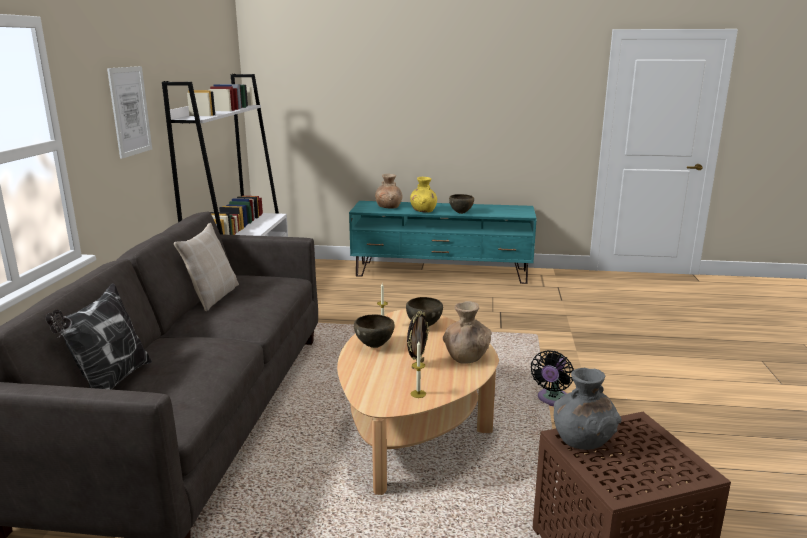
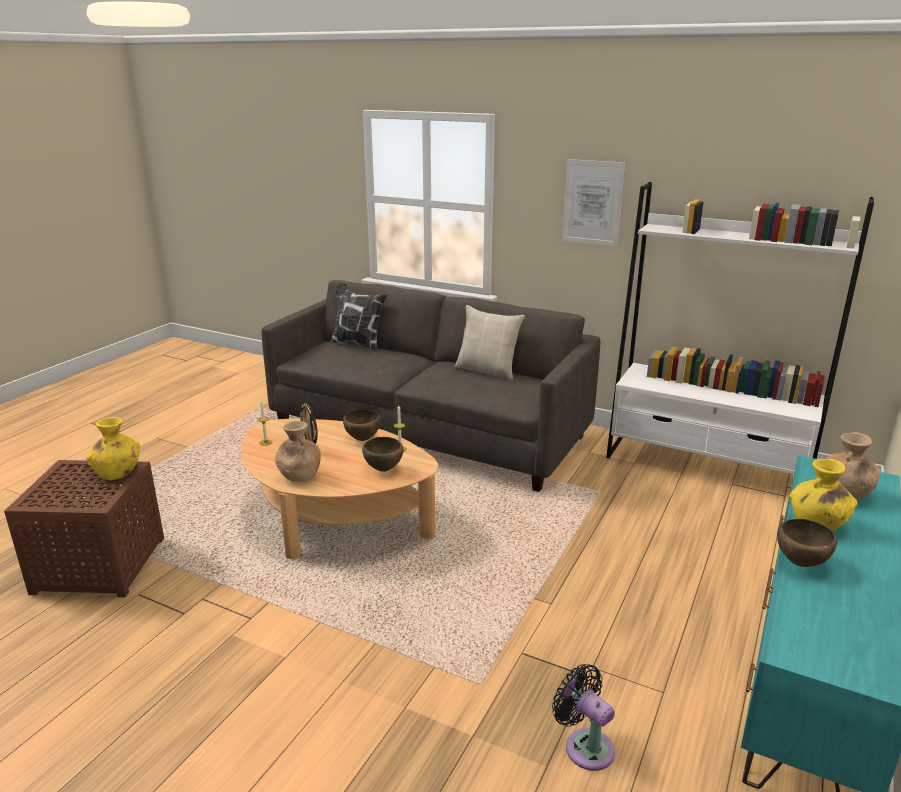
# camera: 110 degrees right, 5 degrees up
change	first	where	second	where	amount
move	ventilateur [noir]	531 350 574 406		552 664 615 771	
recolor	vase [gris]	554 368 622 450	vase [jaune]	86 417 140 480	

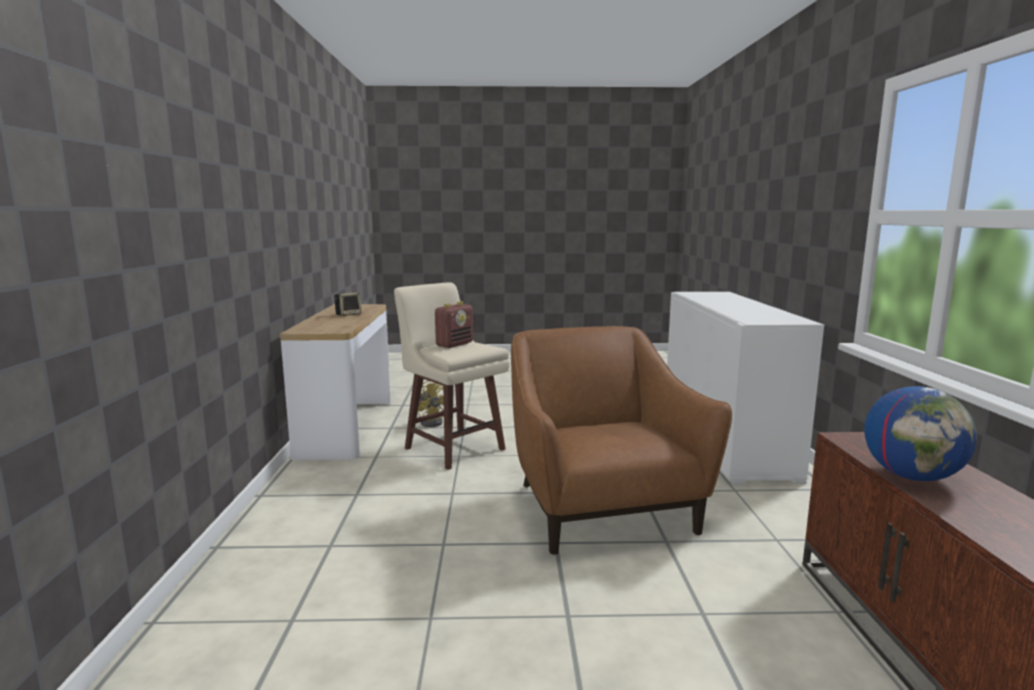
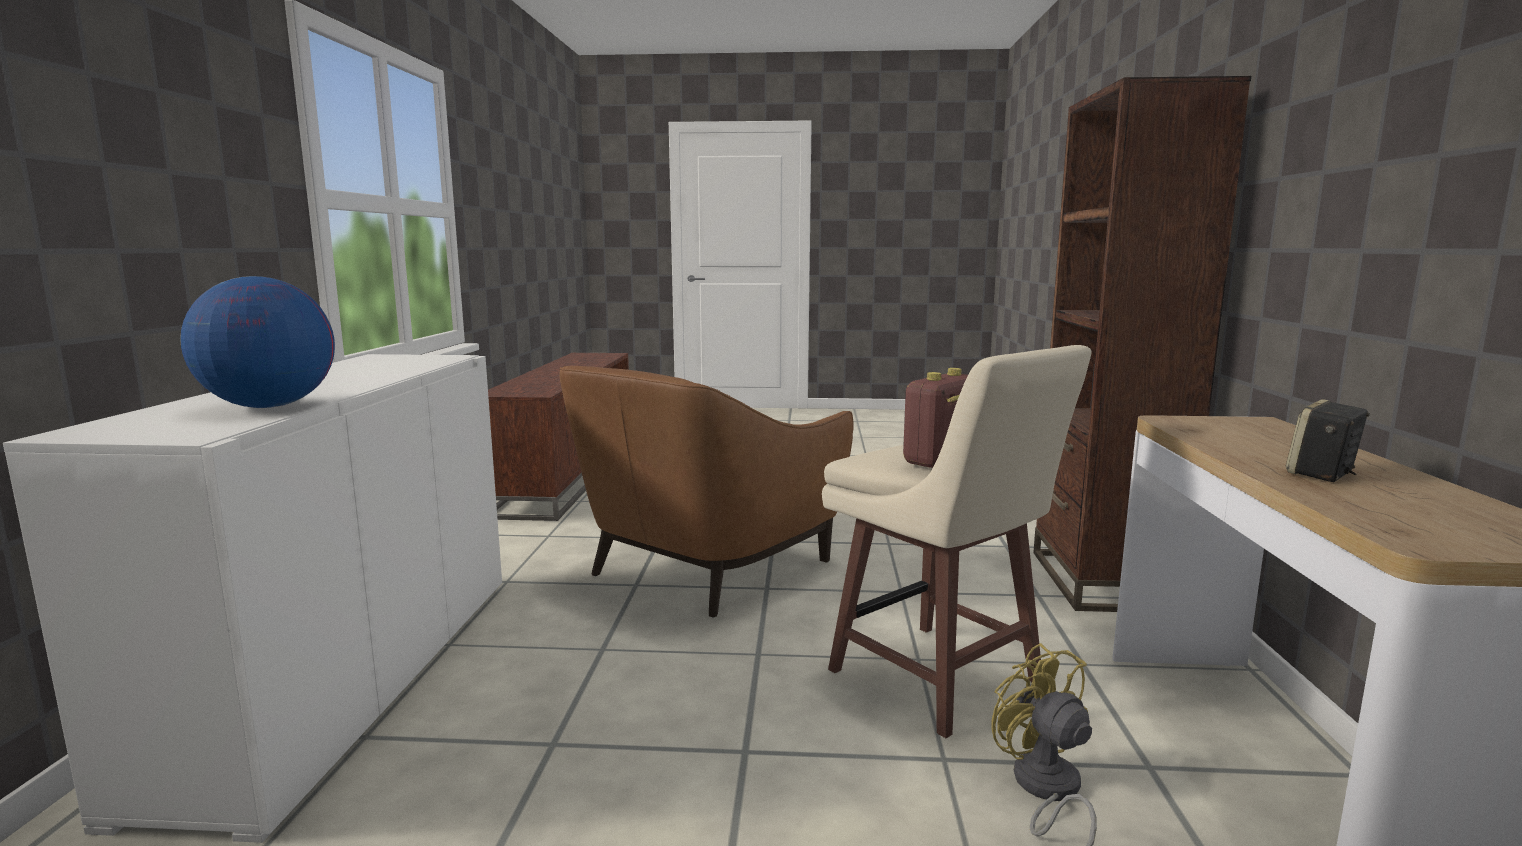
# camera: 175 degrees left, 0 degrees up
change	first	where	second	where	amount
rotate	fauteuil [marron]	511 326 732 555		559 366 854 617	45 degrees clockwise
move	globe	864 386 977 481		180 276 335 408	
insert			bibliothèque [marron]	1033 76 1251 612	

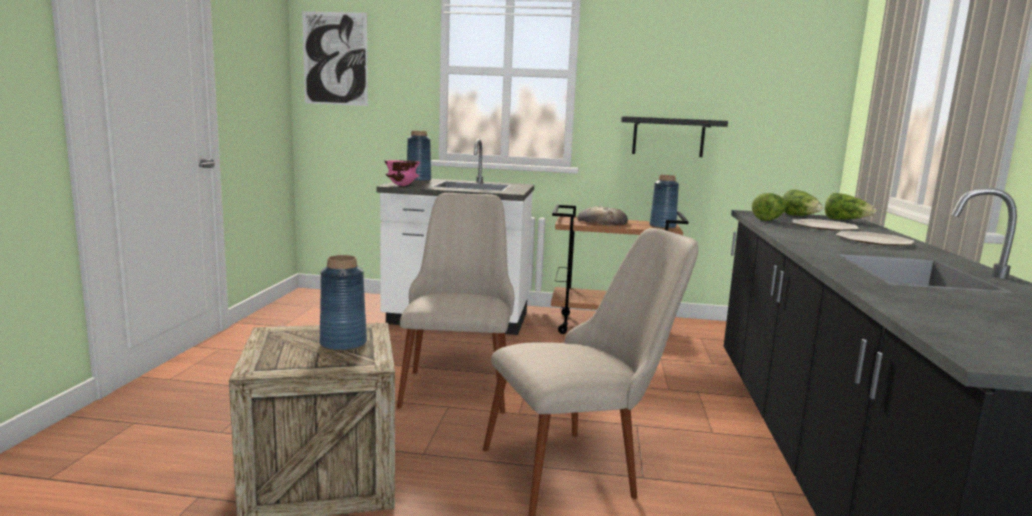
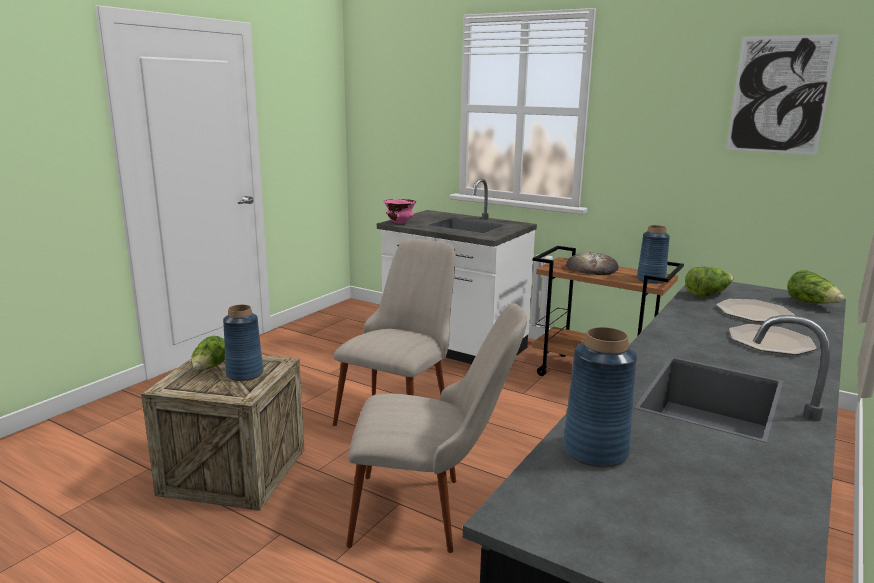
# camera: 25 degrees right, 5 degrees up
change	first	where	second	where	amount
move	tableau	302 11 368 106		726 34 839 155	
move	vase [bleu]	407 131 431 182		563 327 637 468	
delete	étagère [noir]	621 116 728 157			
move	laitue	782 189 823 216		191 336 225 370	

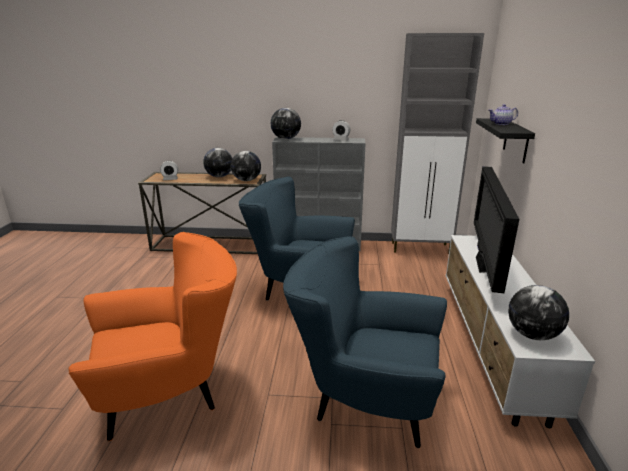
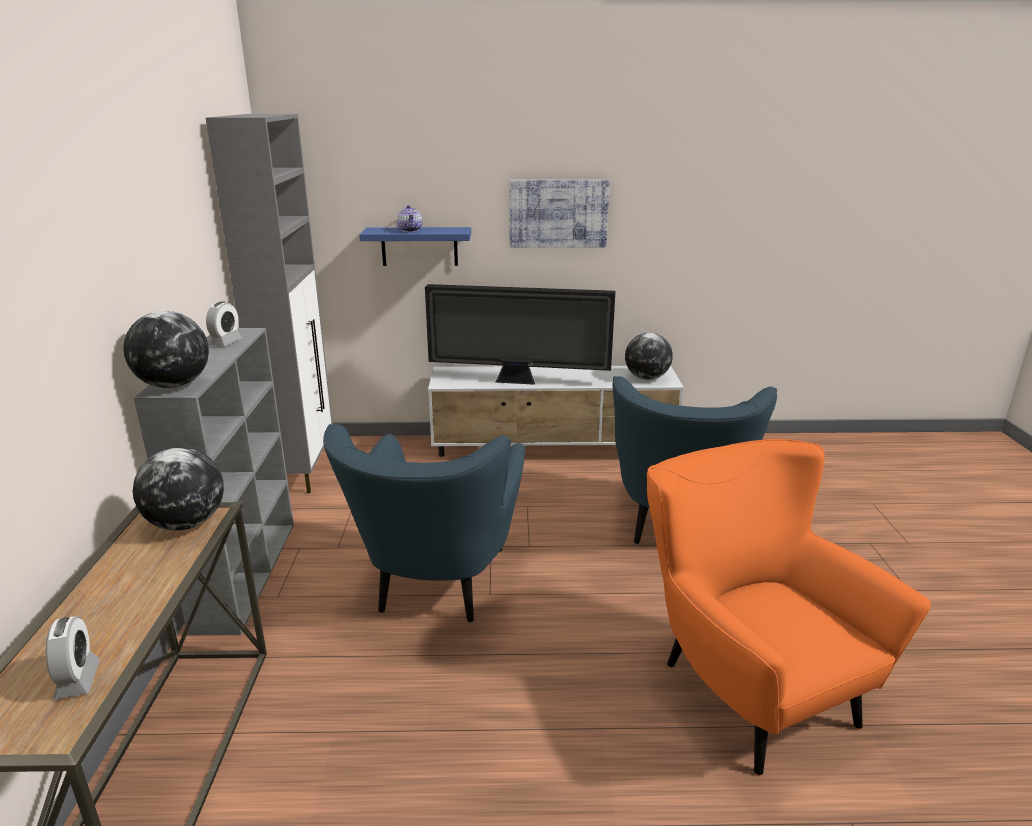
# camera: 95 degrees left, 0 degrees up
change	first	where	second	where	amount
delete	globe	203 148 233 177			
recolor	étagère [noir]	476 118 535 163	étagère [bleu]	359 227 471 266	
insert			tableau	509 180 610 248	

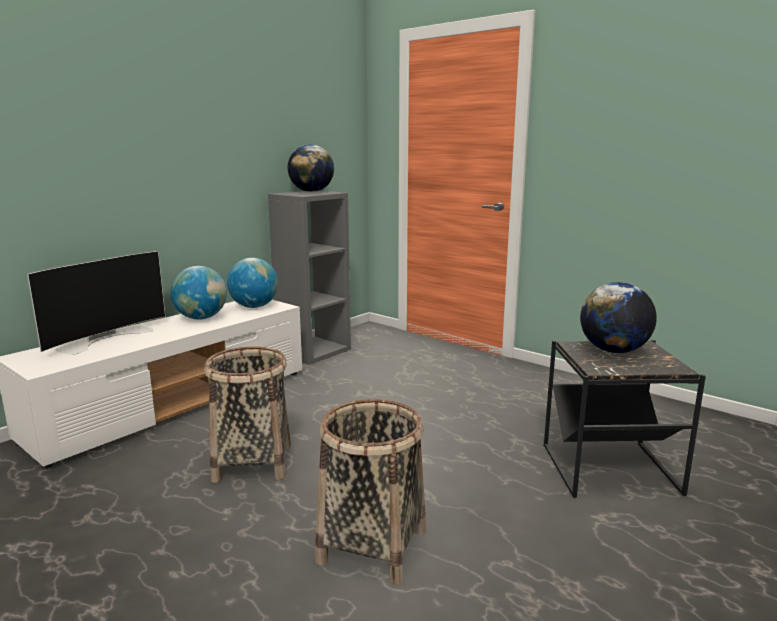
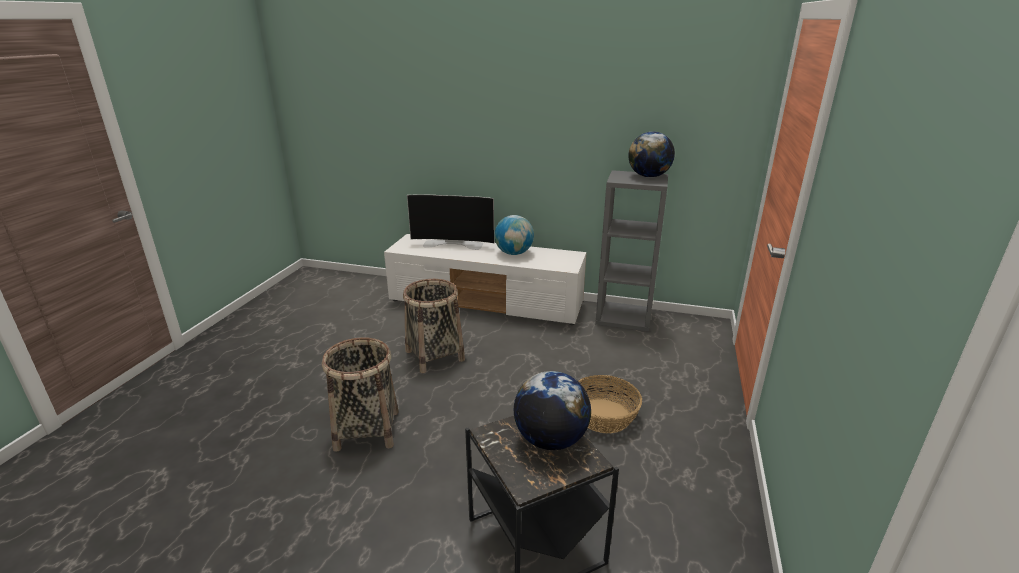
# camera: 65 degrees right, 10 degrees up
change	first	where	second	where	amount
delete	globe	227 258 278 308			
insert			panier	578 375 642 433	

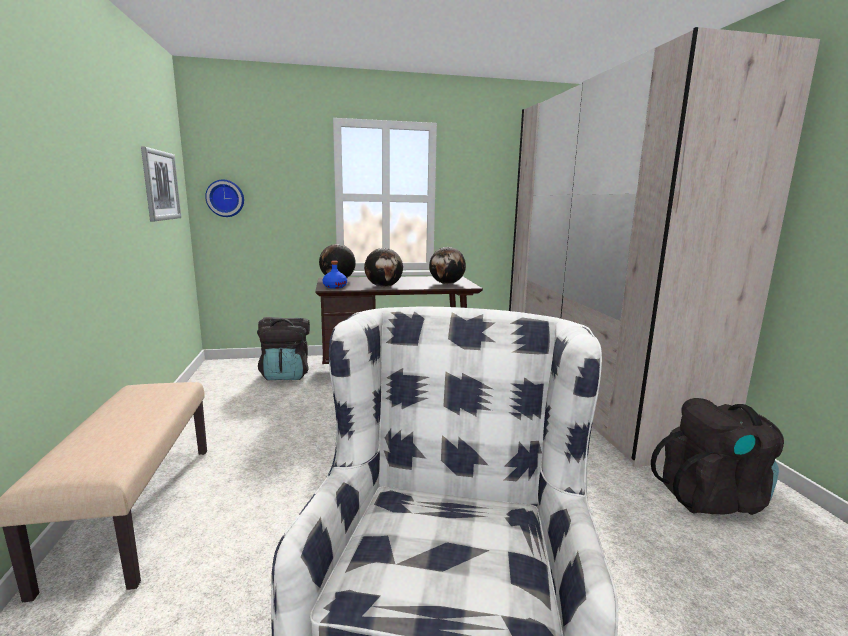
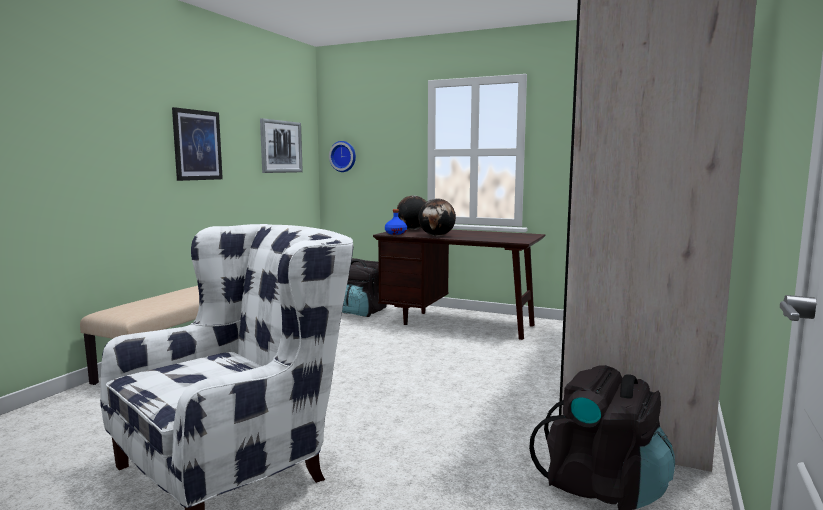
# camera: 35 degrees right, 5 degrees down
change	first	where	second	where	amount
delete	globe	429 247 466 284			
insert			tableau	172 107 223 181	

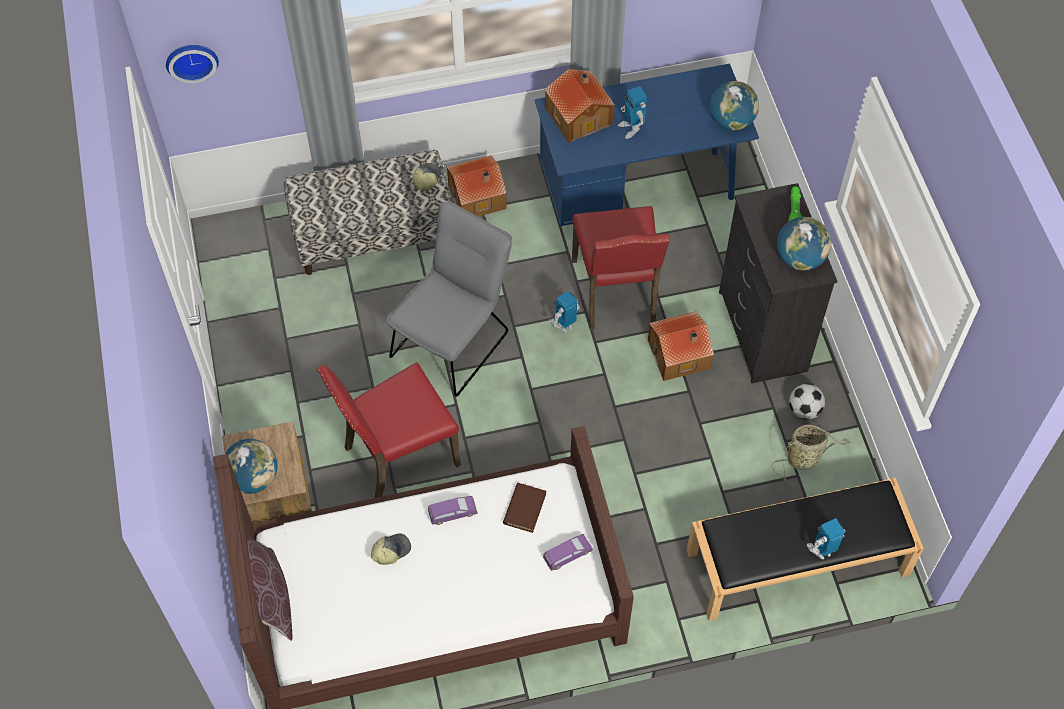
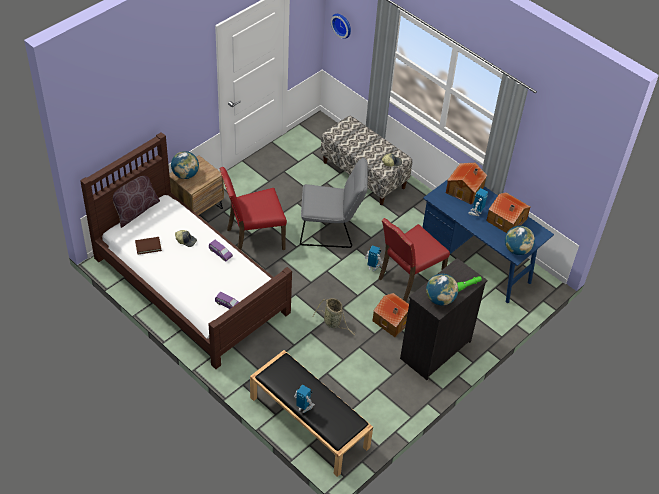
# camera: 55 degrees right, 10 degrees down
change	first	where	second	where	amount
rotate	chaise [rouge]	317 362 461 498		219 167 287 250	45 degrees counterclockwise
move	maison miniature	447 155 507 216		486 192 531 233	
move	livre [marron]	503 483 546 533		135 237 162 255	
move	panier	771 424 851 481		313 298 355 335	
delete	ballon de foot	789 384 825 420			

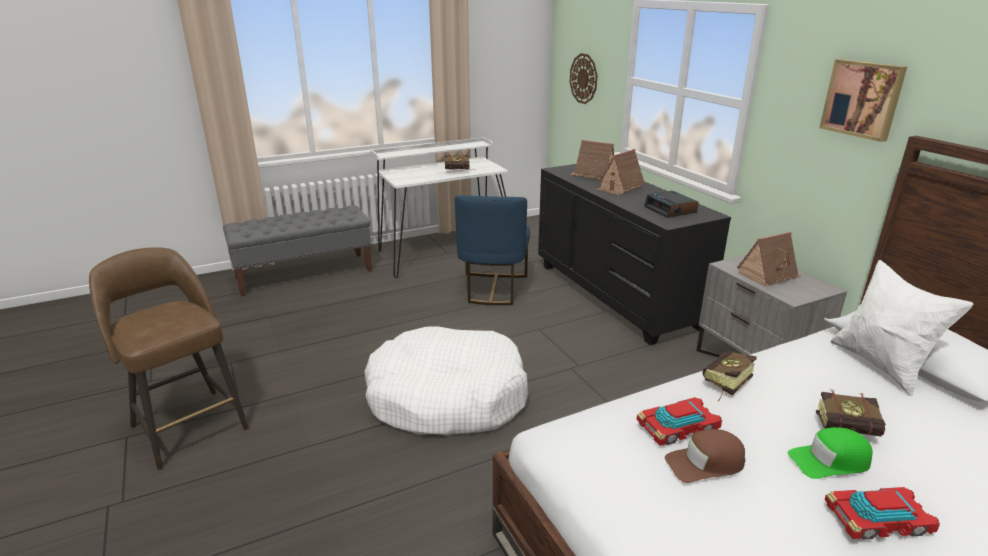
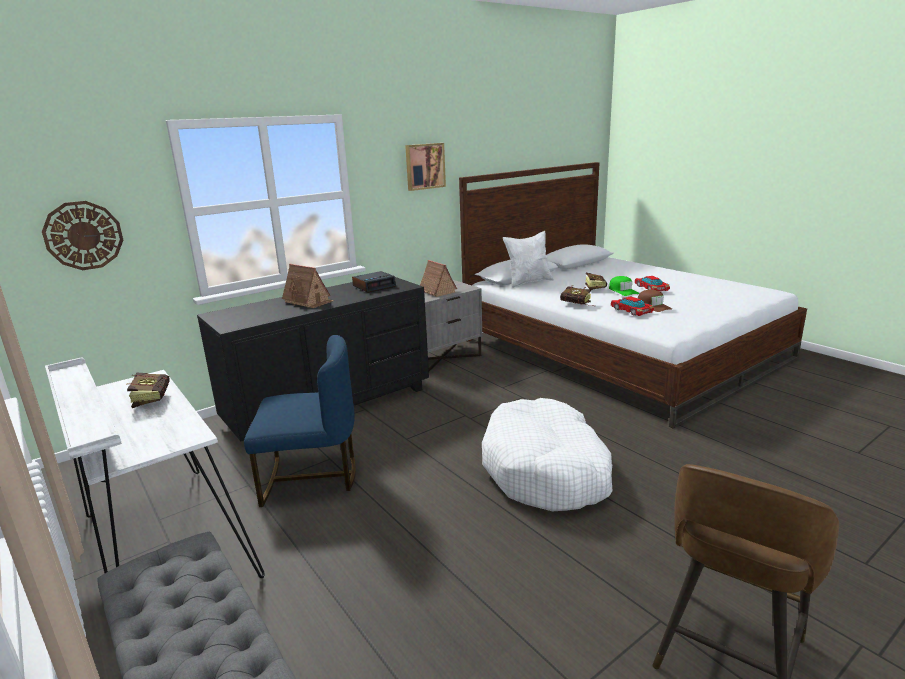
# camera: 100 degrees left, 5 degrees down
change	first	where	second	where	amount
delete	maison miniature	569 140 614 180			

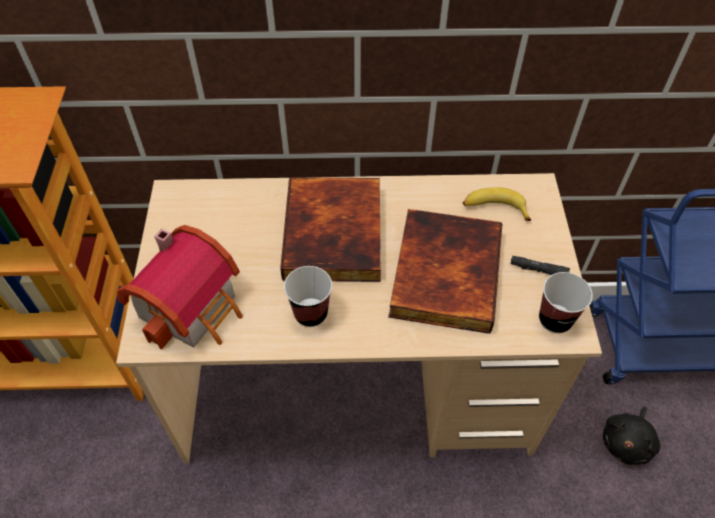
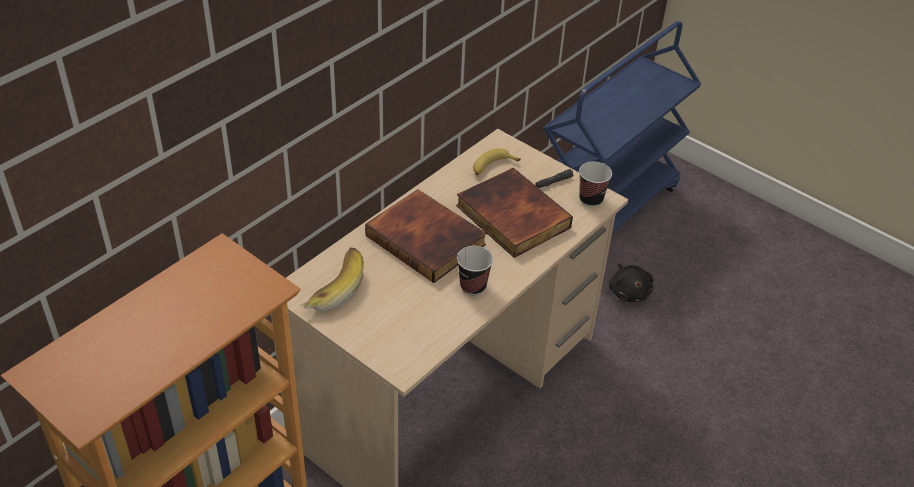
# camera: 50 degrees left, 10 degrees down
change	first	where	second	where	amount
delete	maison miniature	117 225 243 350			
insert			banane	300 247 364 312	

